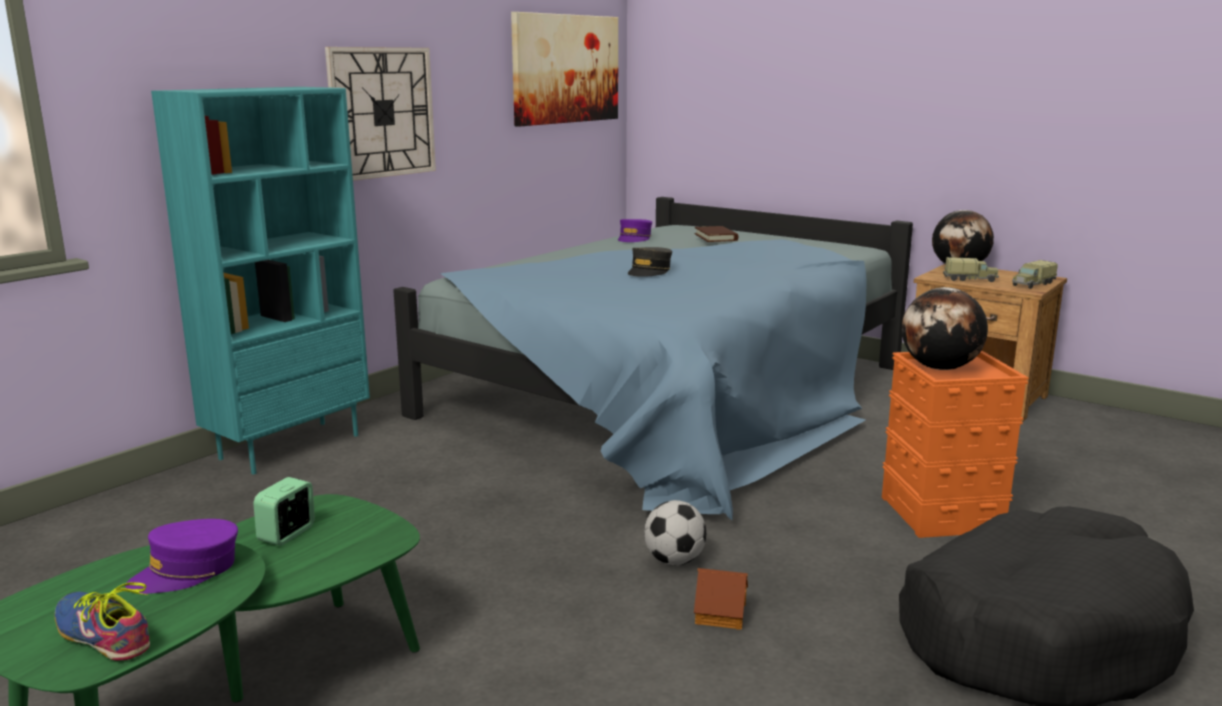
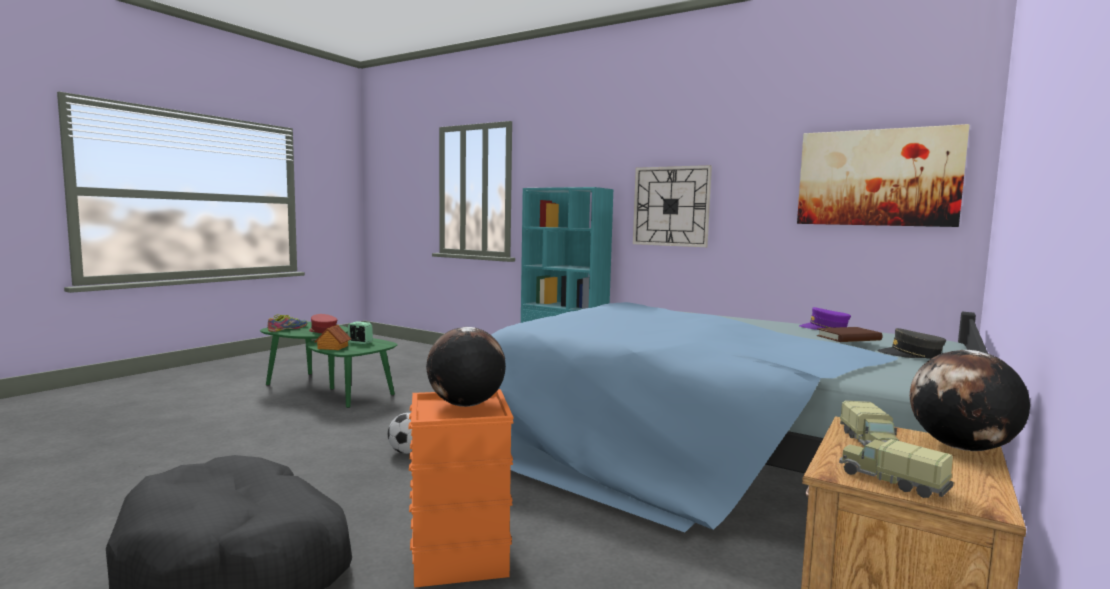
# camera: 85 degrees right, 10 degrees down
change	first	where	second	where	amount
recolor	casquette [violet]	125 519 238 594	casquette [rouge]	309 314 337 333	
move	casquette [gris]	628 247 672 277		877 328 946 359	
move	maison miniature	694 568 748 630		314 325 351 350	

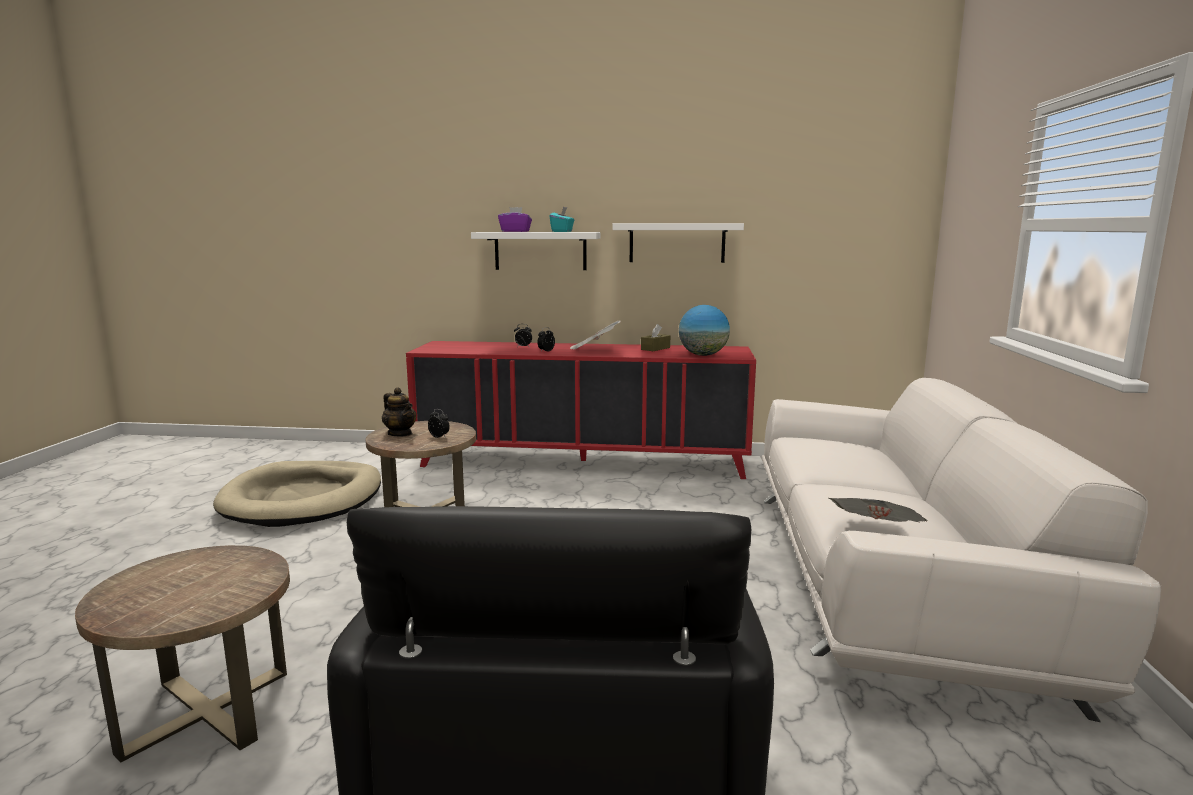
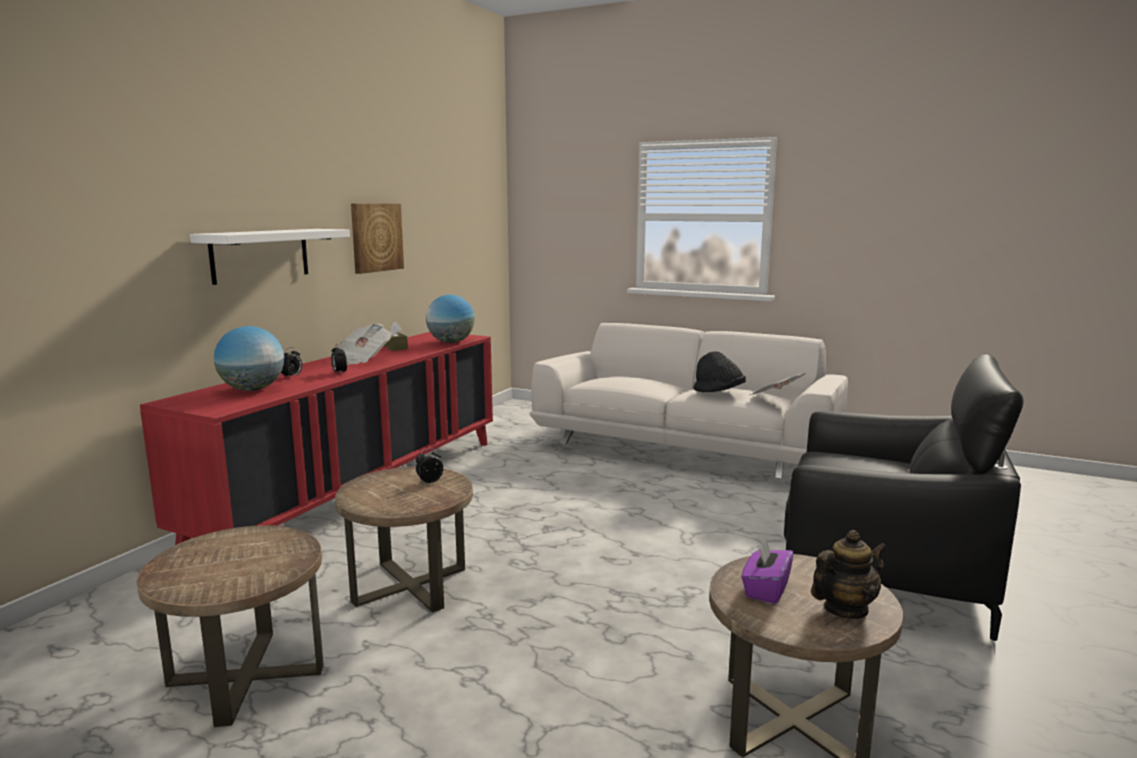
# camera: 70 degrees left, 0 degrees up
change	first	where	second	where	amount
replace	panier pour chien [beige]	213 461 381 527	table d'appoint [marron]	137 525 324 727	
move	théière	382 387 416 436		811 530 887 619	
move	boîte à mouchoirs [violet]	498 207 532 232		741 539 794 604	
delete	boîte à mouchoirs [turquoise]	550 207 574 232			
replace	étagère [blanc]	612 223 744 263	tableau	351 203 404 274	
insert			globe	214 326 284 391	
insert			chapeau [noir]	693 351 746 392	

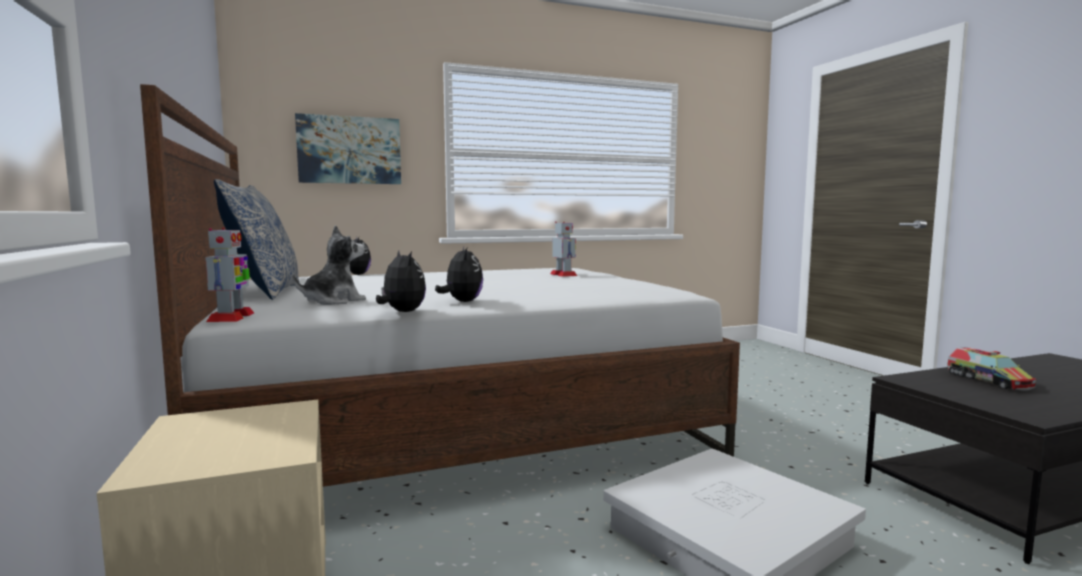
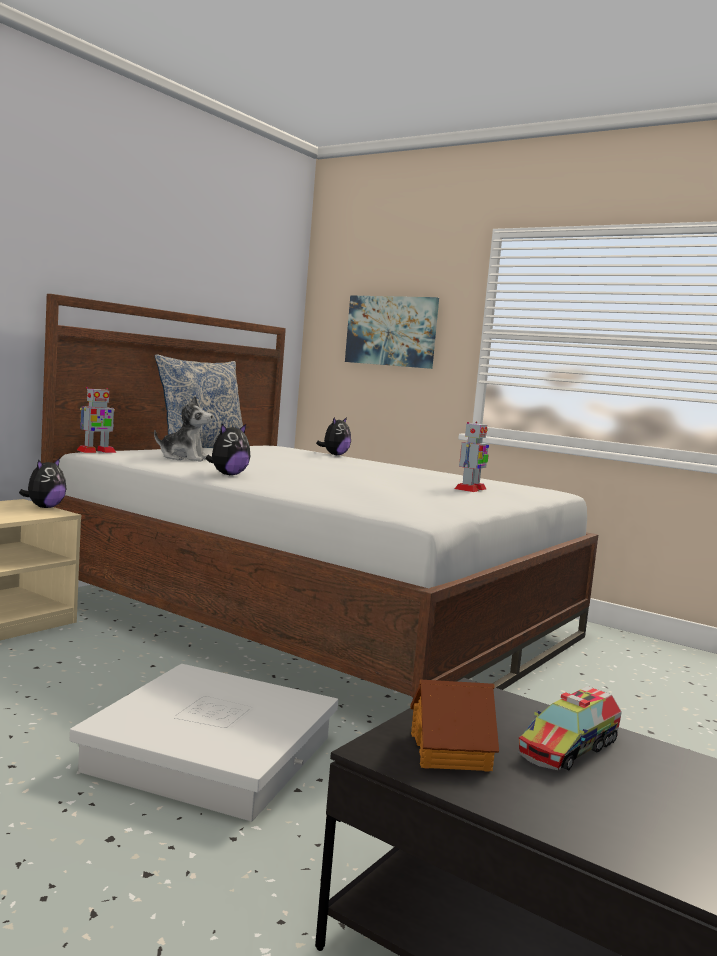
# camera: 55 degrees right, 0 degrees up
change	first	where	second	where	amount
move	peluche	376 250 426 312		19 458 66 508	
insert			maison miniature	410 679 499 772	

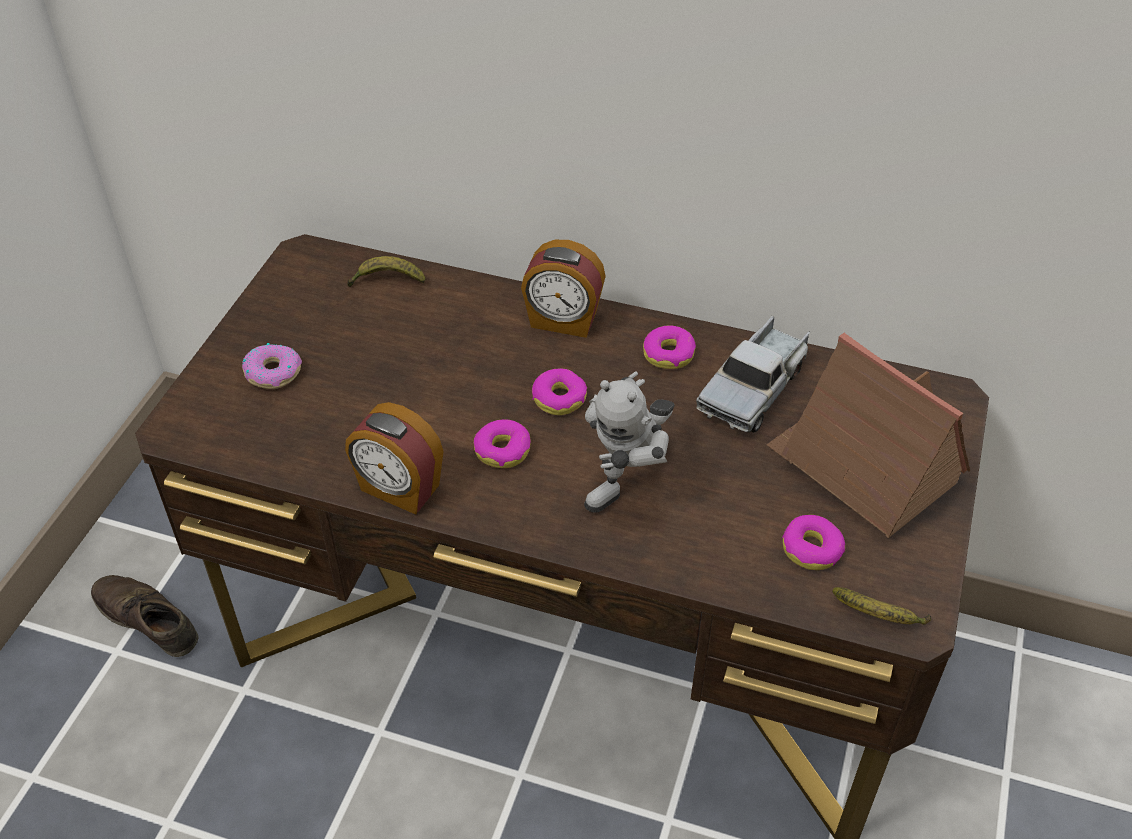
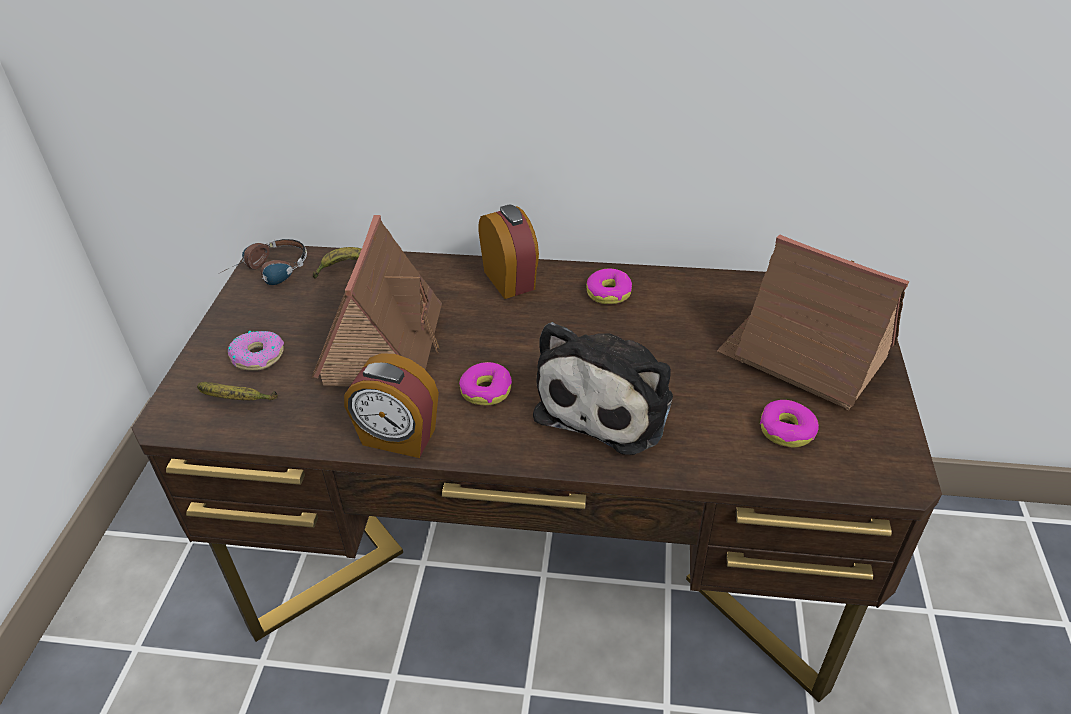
# camera: 10 degrees left, 5 degrees down
change	first	where	second	where	amount
delete	chaussure [marron]	91 575 199 657			
rotate	réveil	521 240 606 338		479 204 539 299	120 degrees counterclockwise
delete	beignet	532 369 587 415			
replace	robot jouet	584 371 675 513	peluche	533 322 673 455	
delete	camion jouet	696 316 810 432			
move	banane	832 587 931 625		197 382 278 400	
insert			casque audio	218 239 307 285	
insert			maison miniature	312 215 442 387	

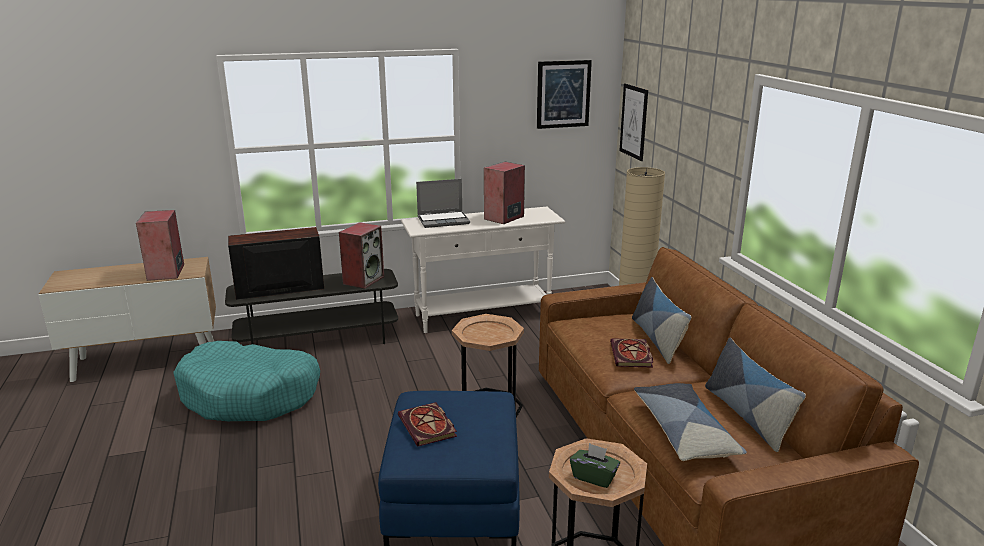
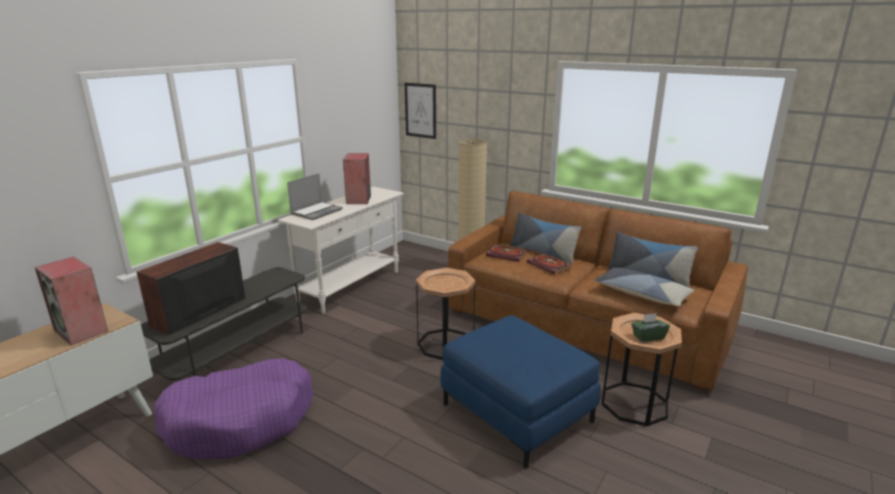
# camera: 40 degrees left, 0 degrees up
change	first	where	second	where	amount
recolor	panier pour chien [turquoise]	173 341 320 421	panier pour chien [violet]	154 358 313 459	
delete	enceinte	339 222 384 289			
move	livre	398 402 457 446		486 245 527 262	
delete	tableau	537 60 592 129			

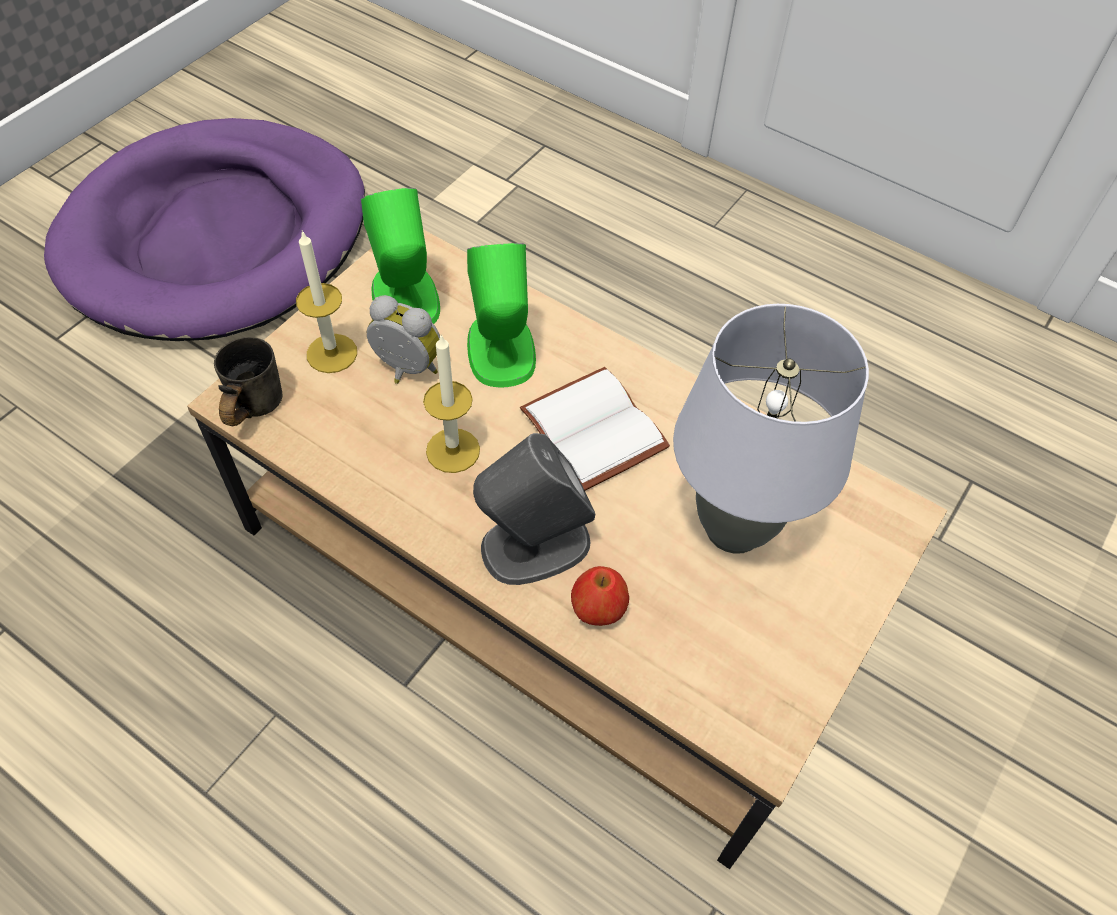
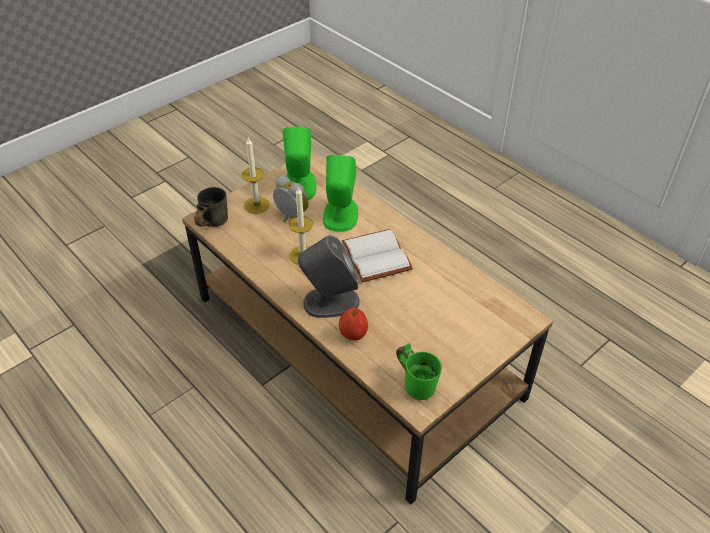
# camera: 15 degrees right, 10 degrees down
change	first	where	second	where	amount
delete	panier pour chien [violet]	44 118 365 341			
delete	lampe de table [gris]	673 304 869 554			
insert			mug [vert]	396 343 442 400	

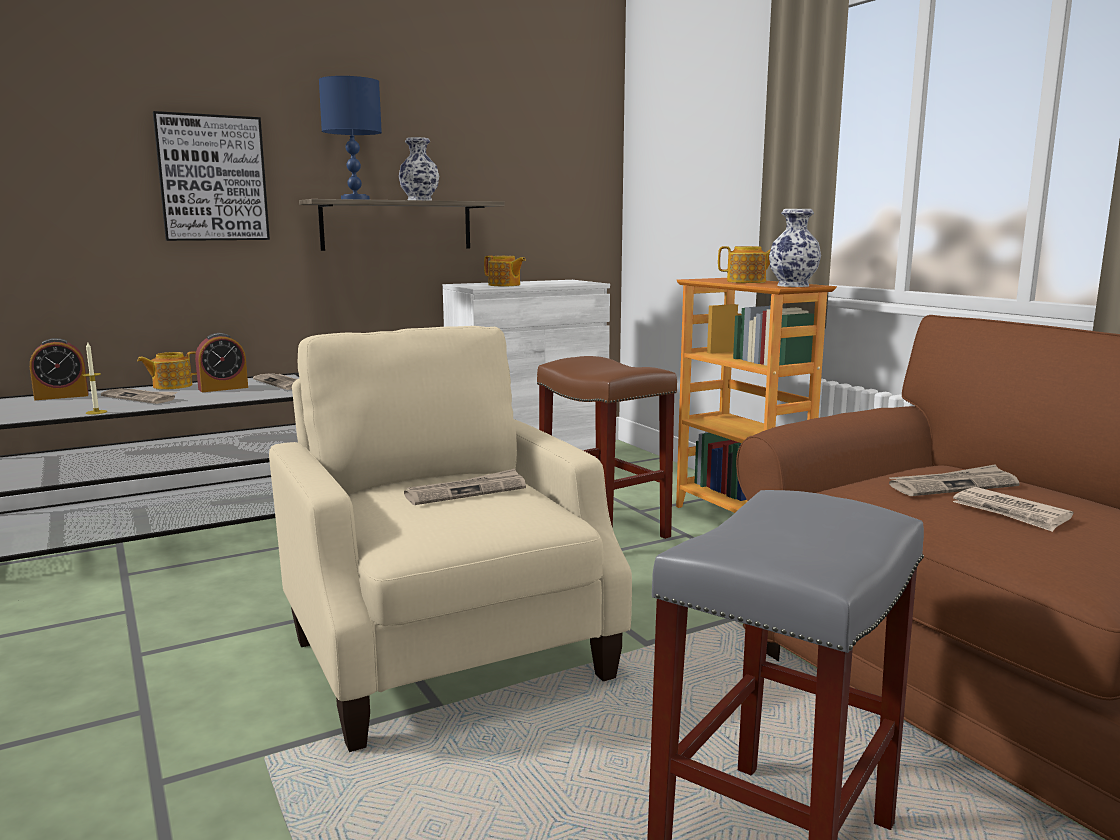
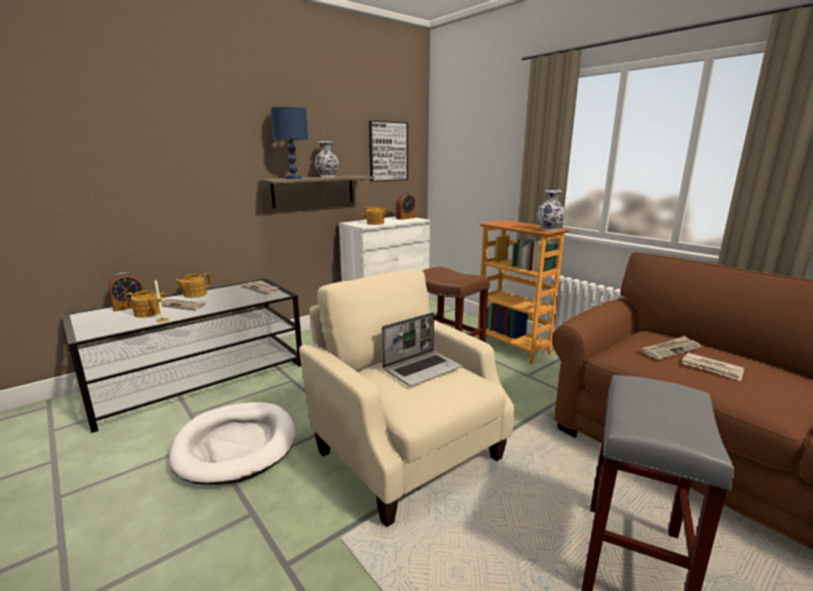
# camera: 10 degrees left, 5 degrees up
change	first	where	second	where	amount
move	tableau	153 111 270 241		369 121 408 182	
move	réveil	195 333 248 392		396 193 416 220	
replace	journal	404 469 526 505	ordinateur portable	382 312 462 386	
move	théière	718 246 771 283		125 290 166 318	
insert			panier pour chien [blanc]	169 402 295 485	

